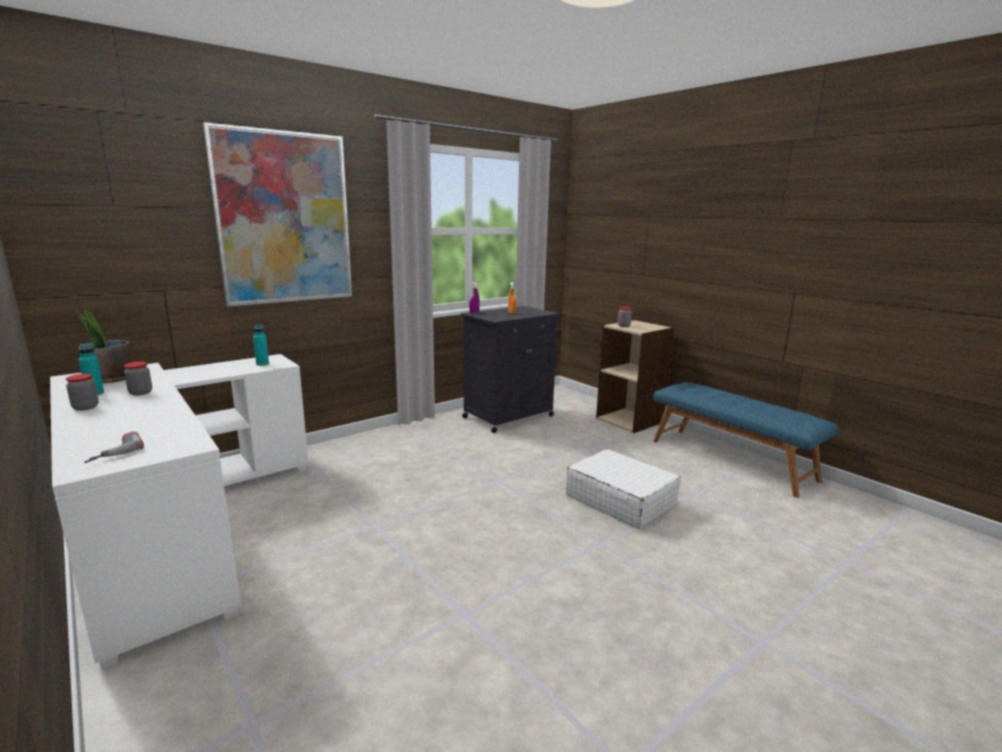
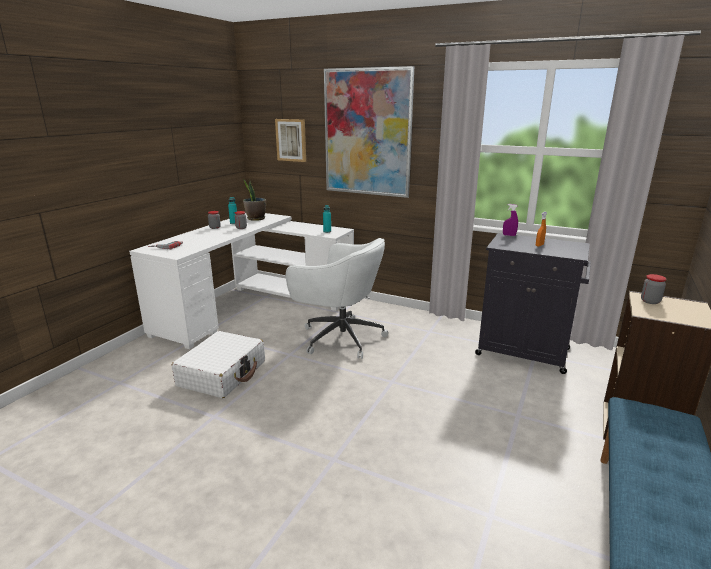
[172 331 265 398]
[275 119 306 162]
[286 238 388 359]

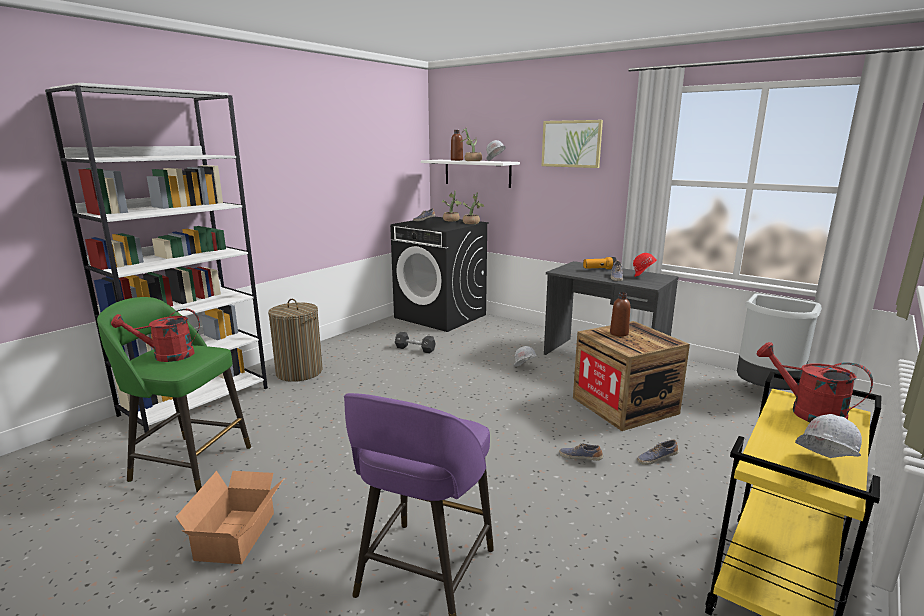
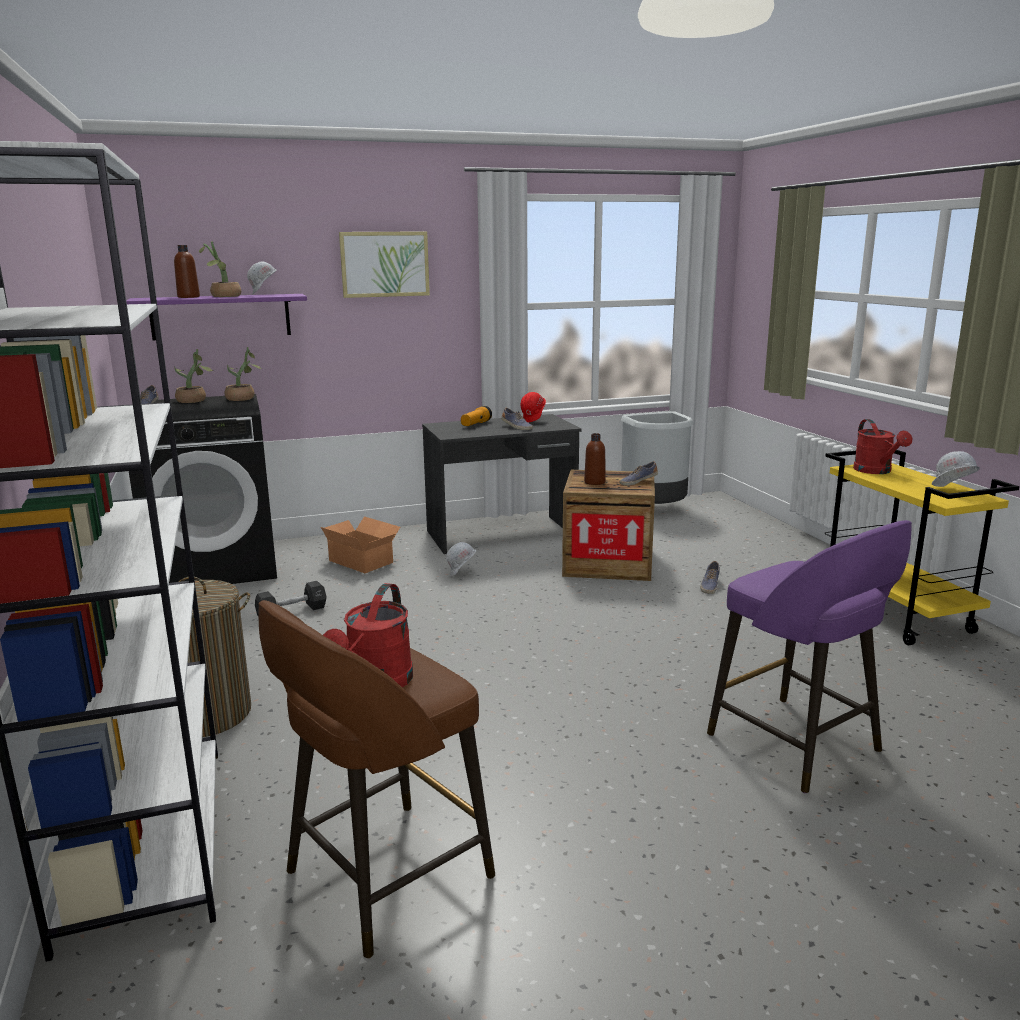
[126 294 307 340]
[258 600 495 958]
[853 419 912 474]
[620 461 658 486]
[321 516 400 573]

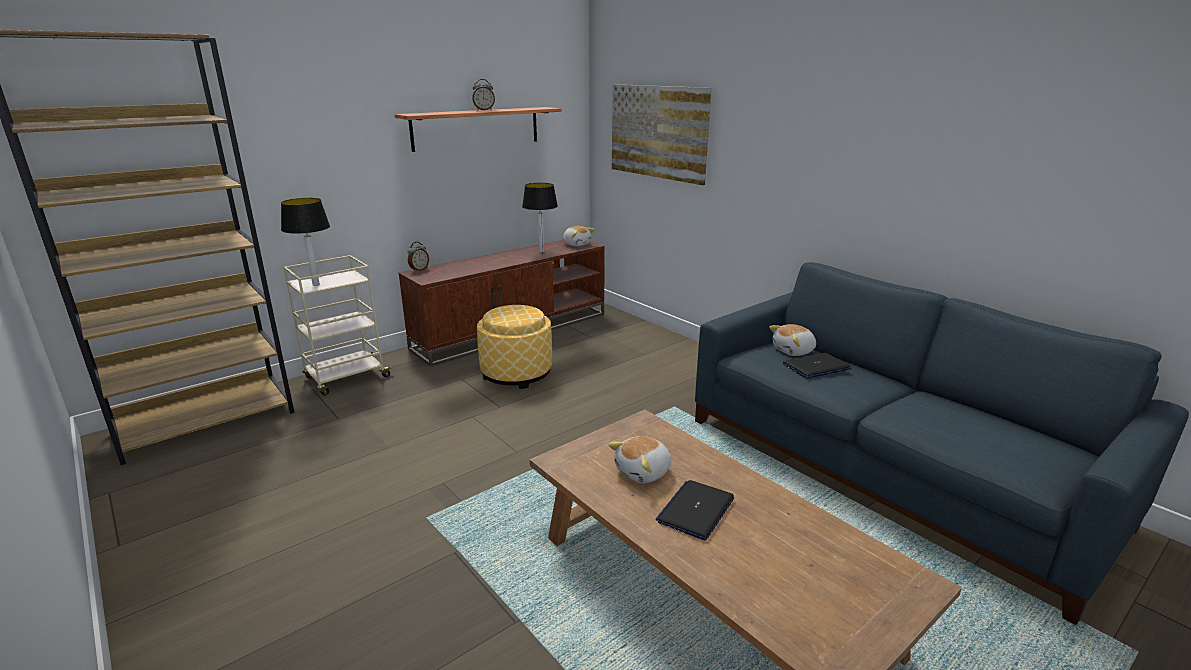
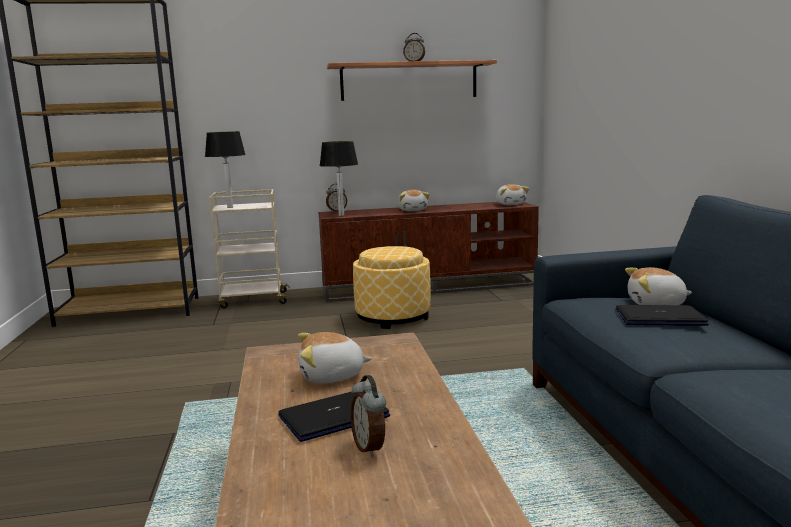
[612 84 711 185] (first image)
[320 141 358 216]
[397 190 429 211]
[351 375 386 458]

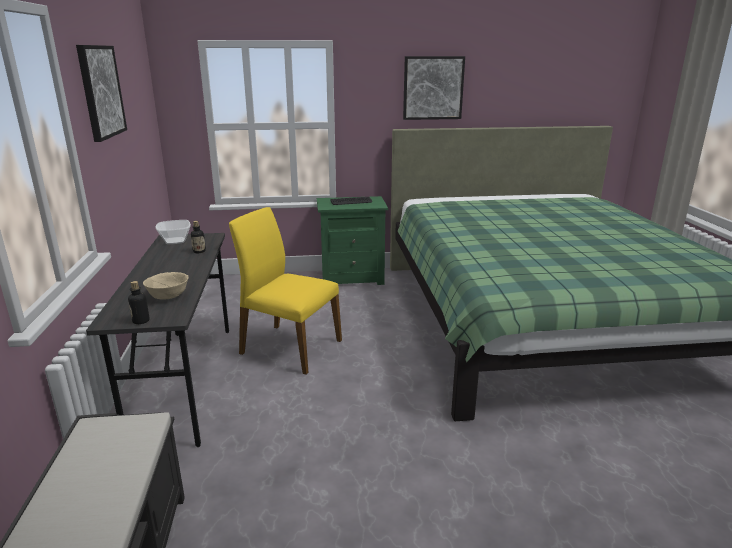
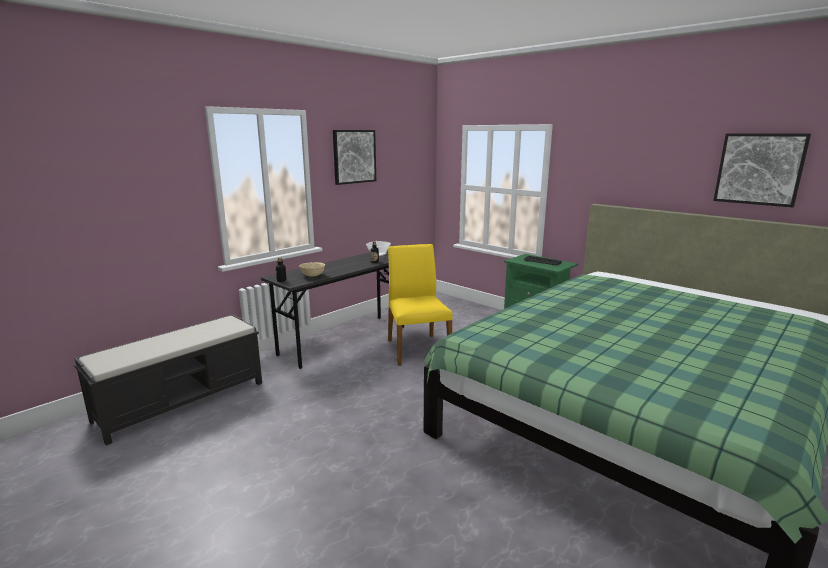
[713 133 811 207]

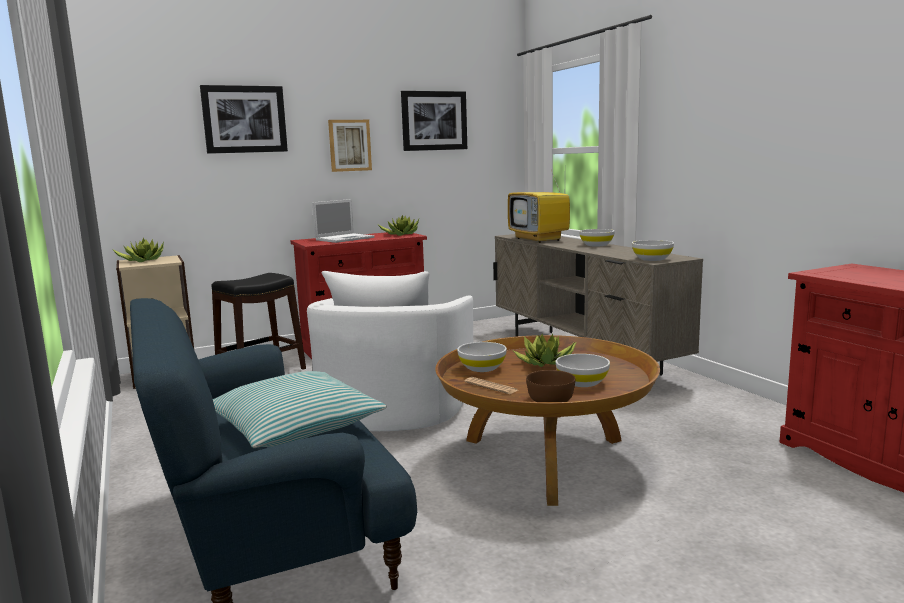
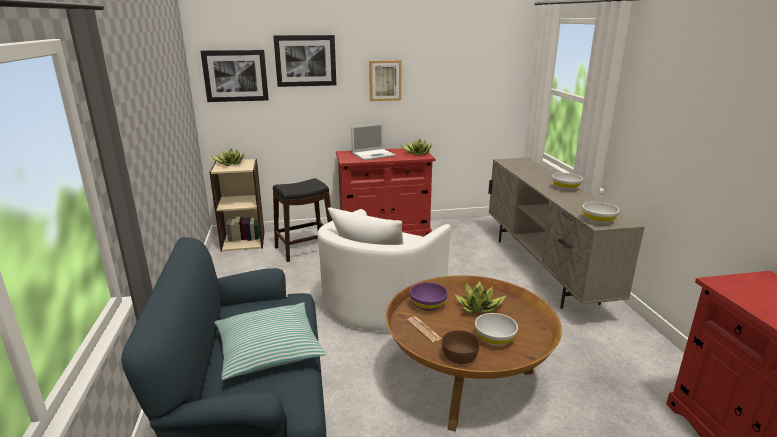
[201 50 269 102]
[508 165 570 243] (first image)
[410 282 448 311]

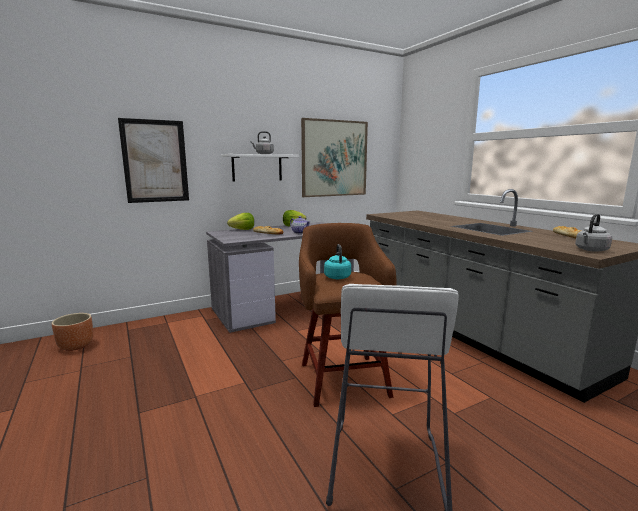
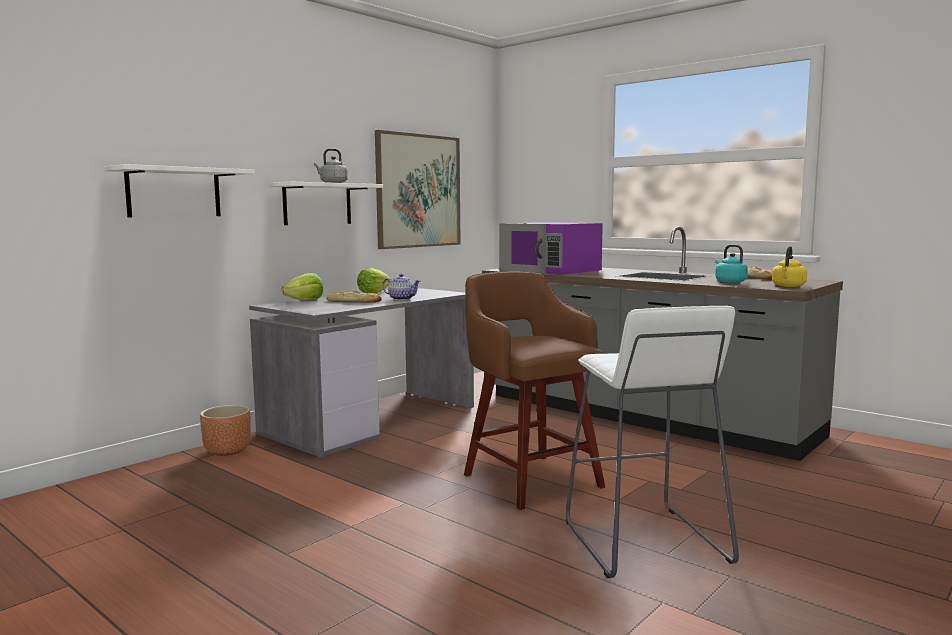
[104 164 255 217]
[772 246 807 287]
[715 244 748 283]
[200 405 251 456]
[499 222 603 274]

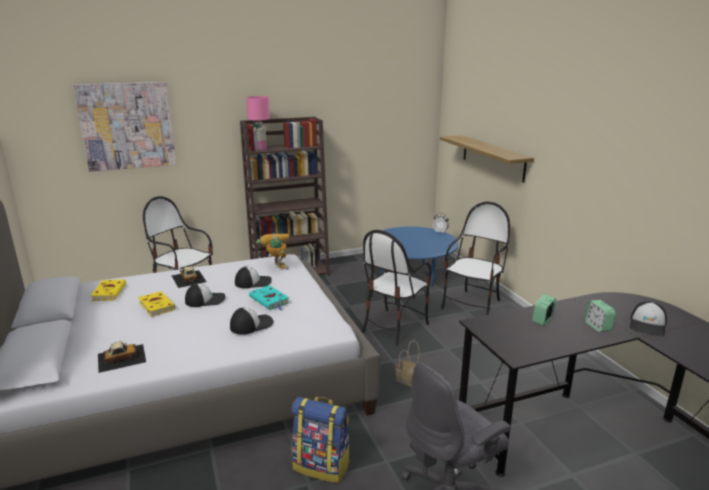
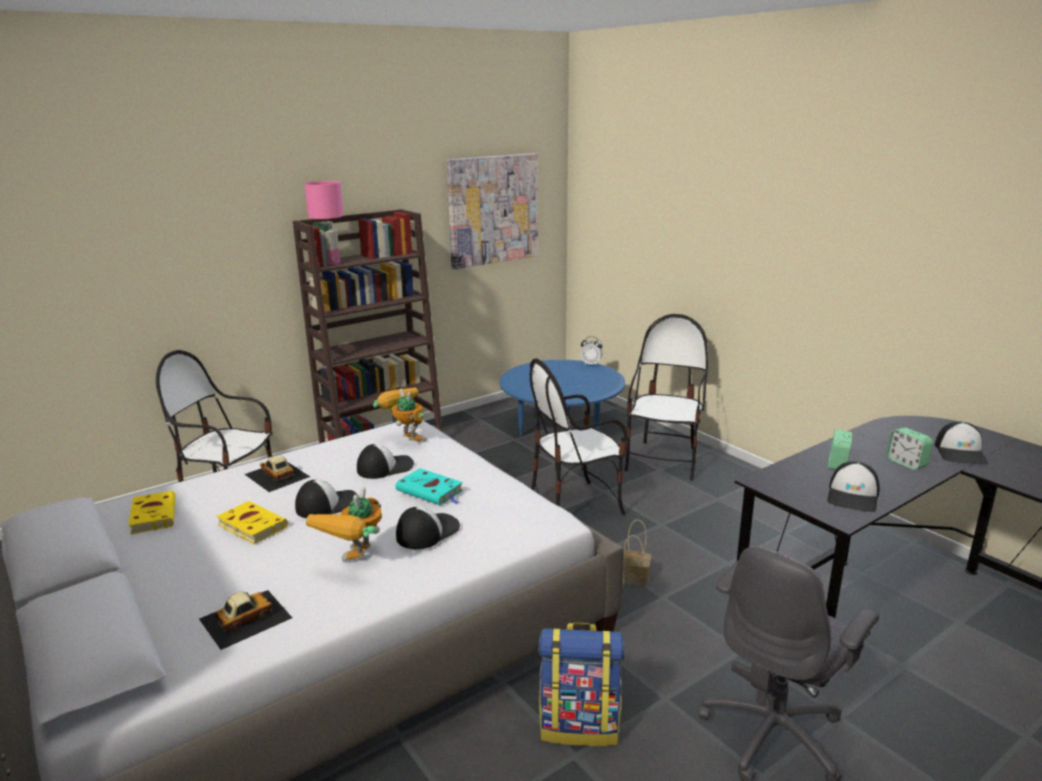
[447 153 538 269]
[440 135 534 183] (first image)
[530 358 628 515]
[827 461 880 512]
[306 486 382 562]

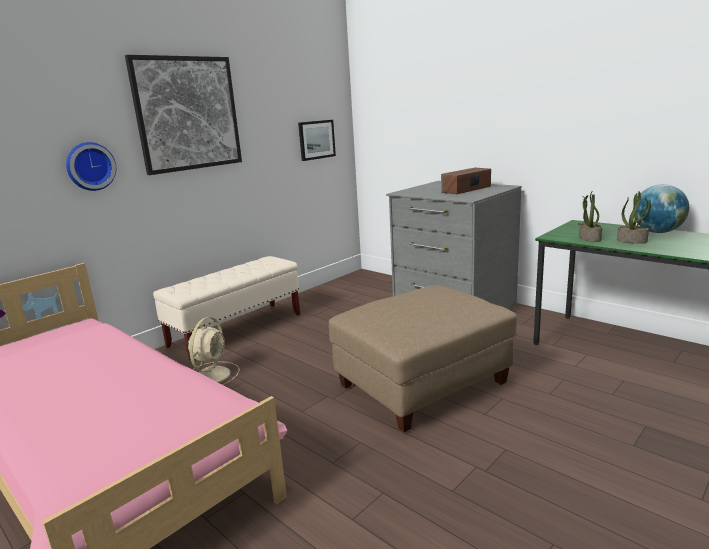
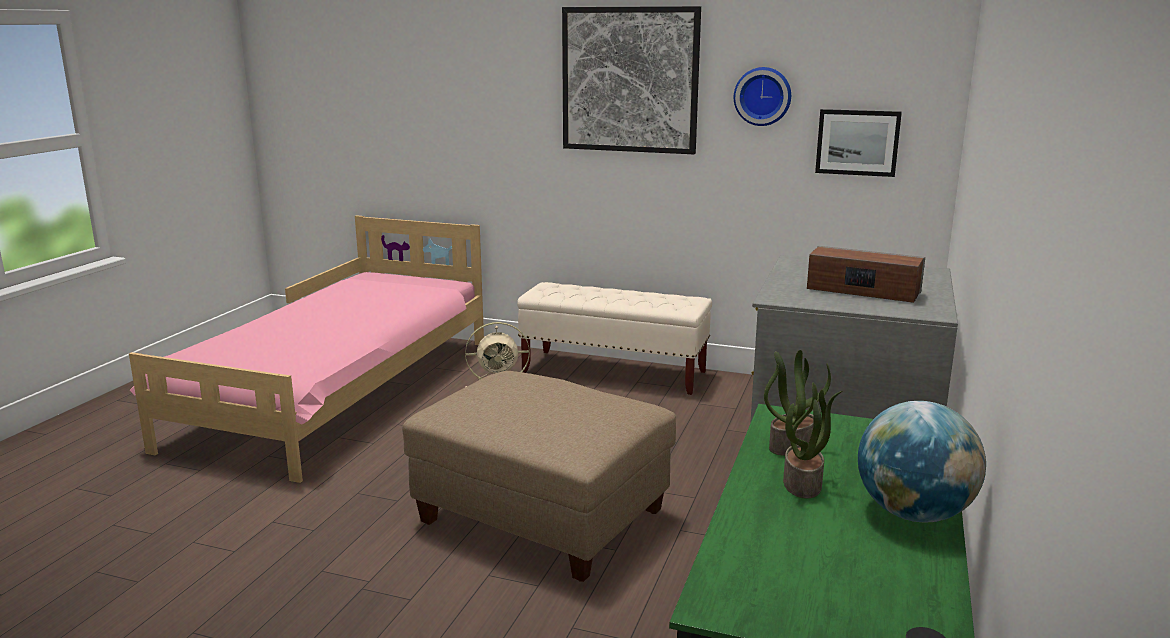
[734 67 791 126]

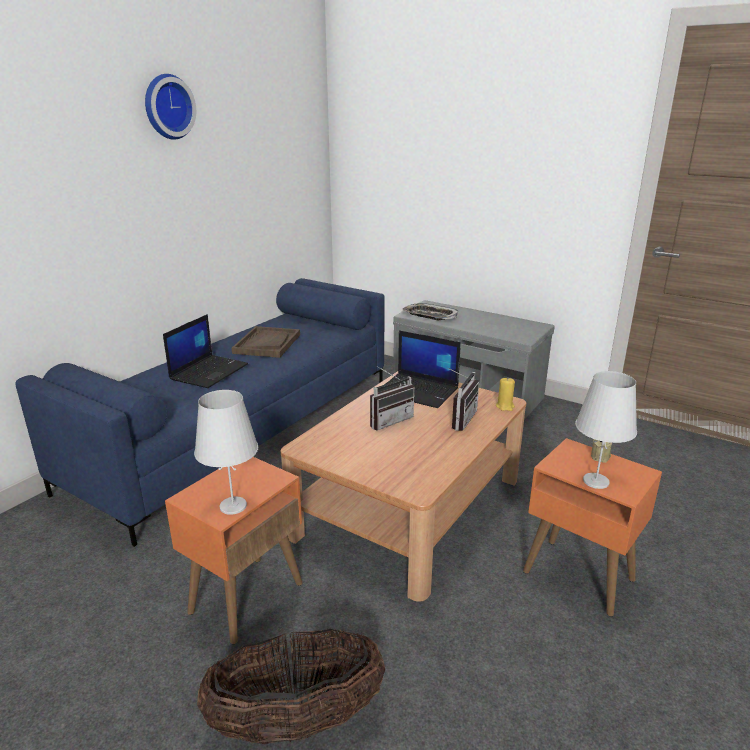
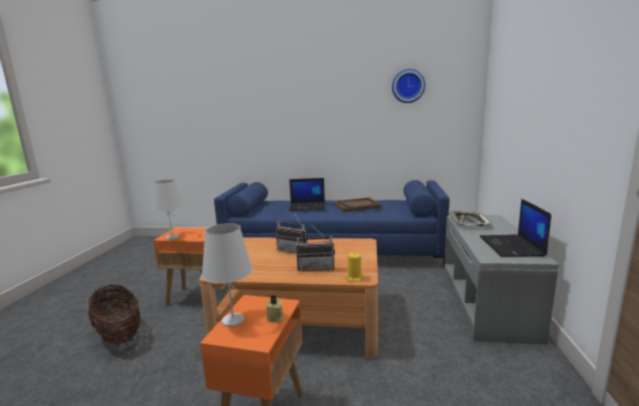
[392 69 425 103]
[480 199 551 257]

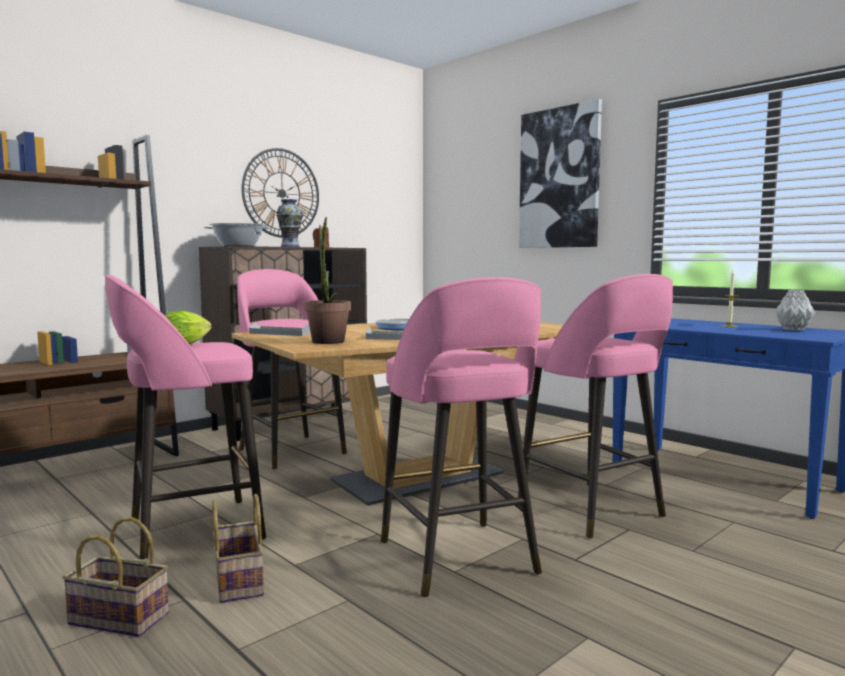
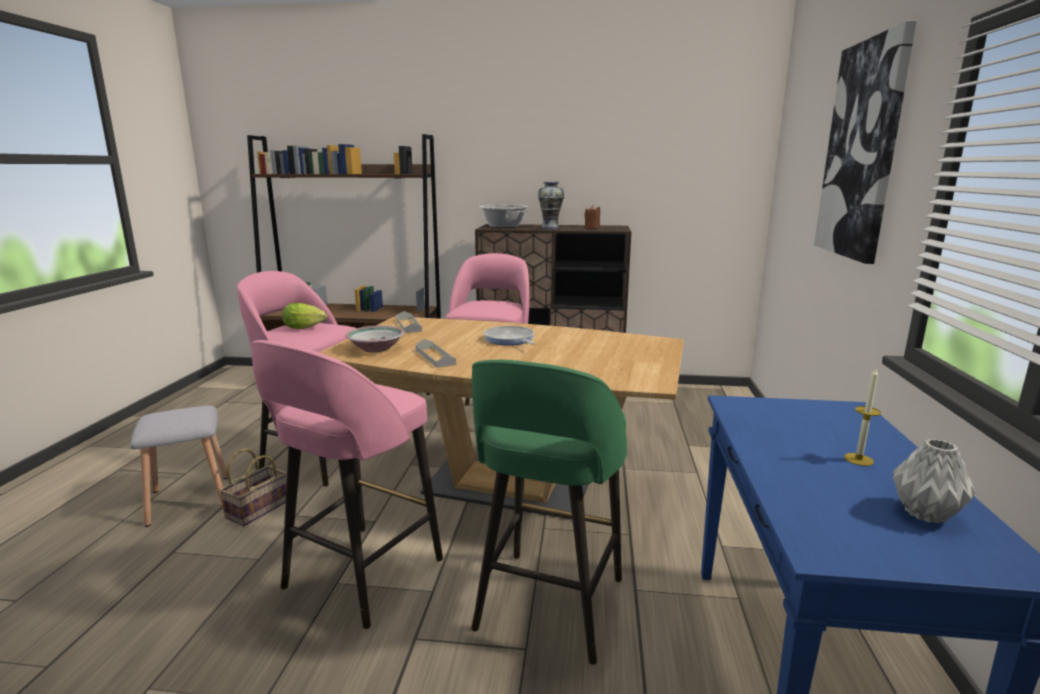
[242 148 319 238] (first image)
[346 326 405 353]
[471 360 627 665]
[130 406 228 527]

